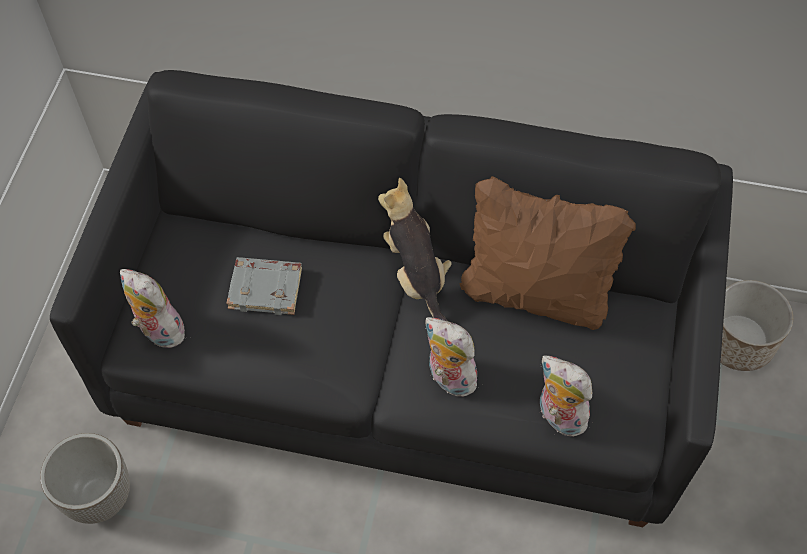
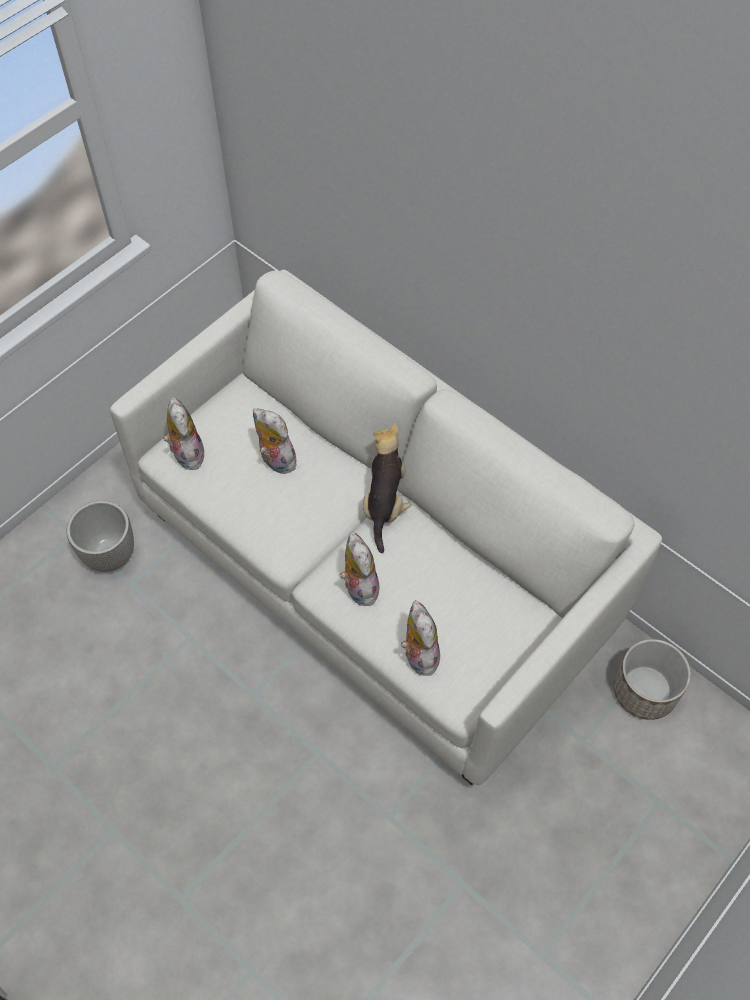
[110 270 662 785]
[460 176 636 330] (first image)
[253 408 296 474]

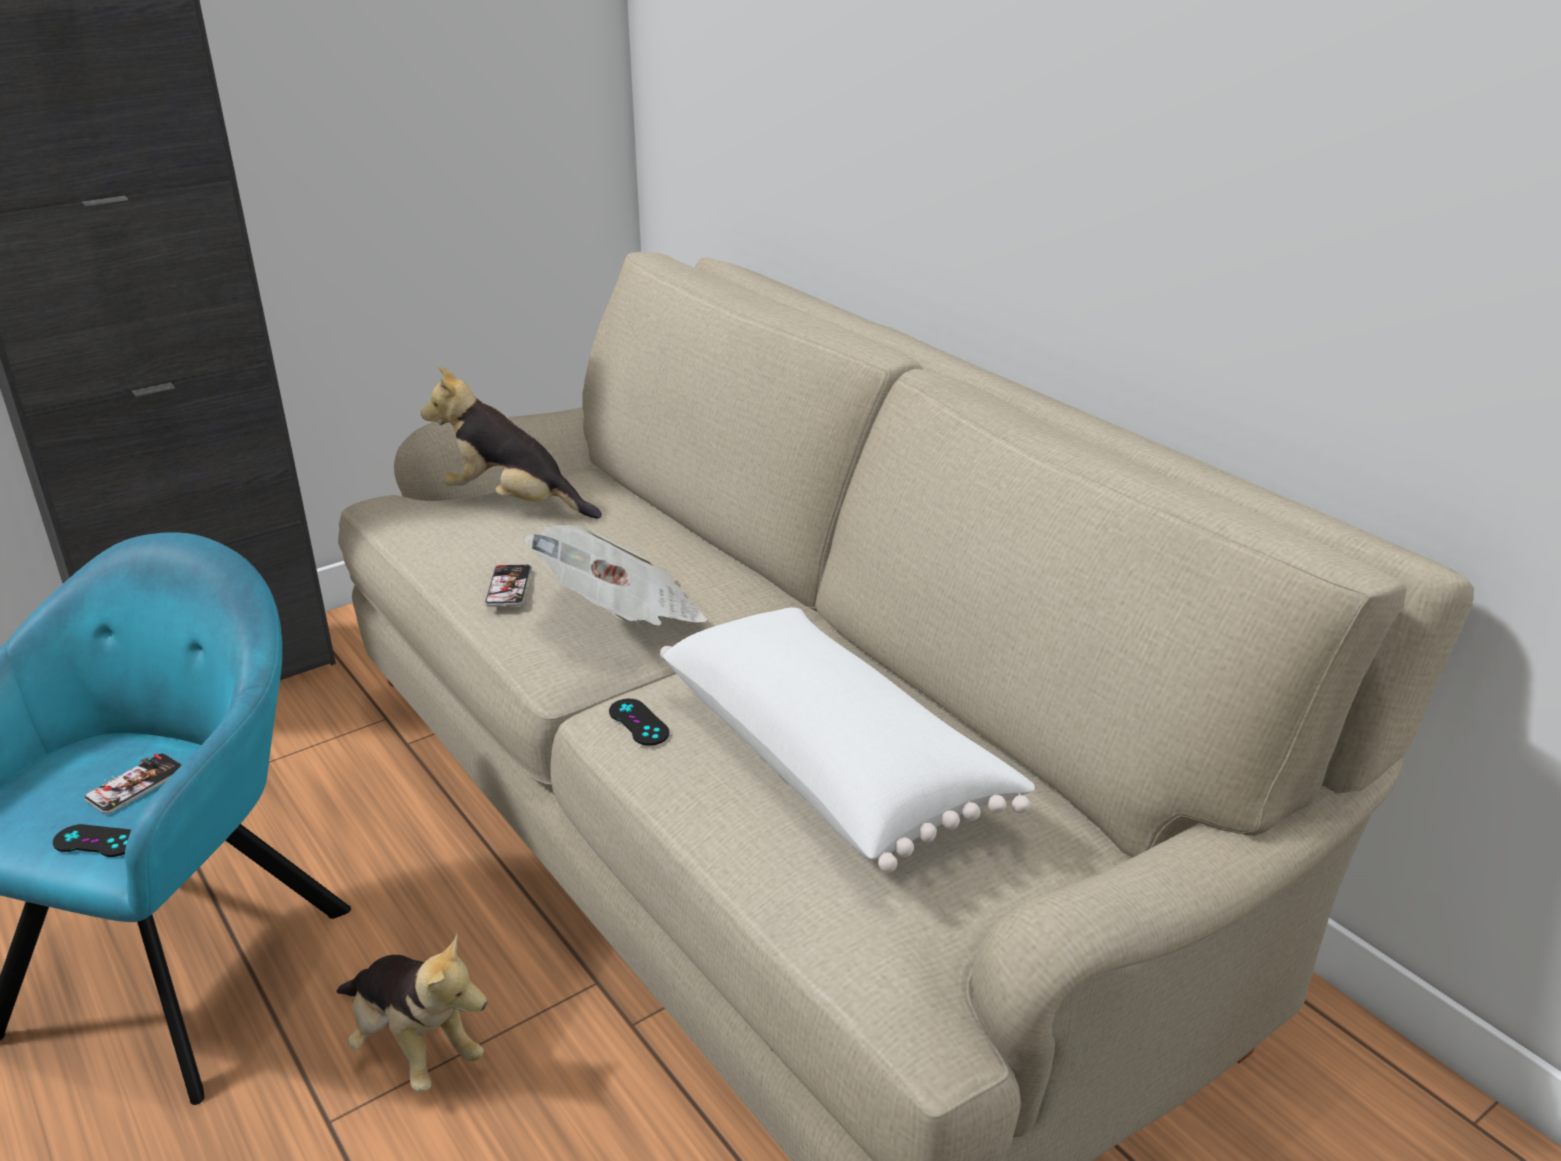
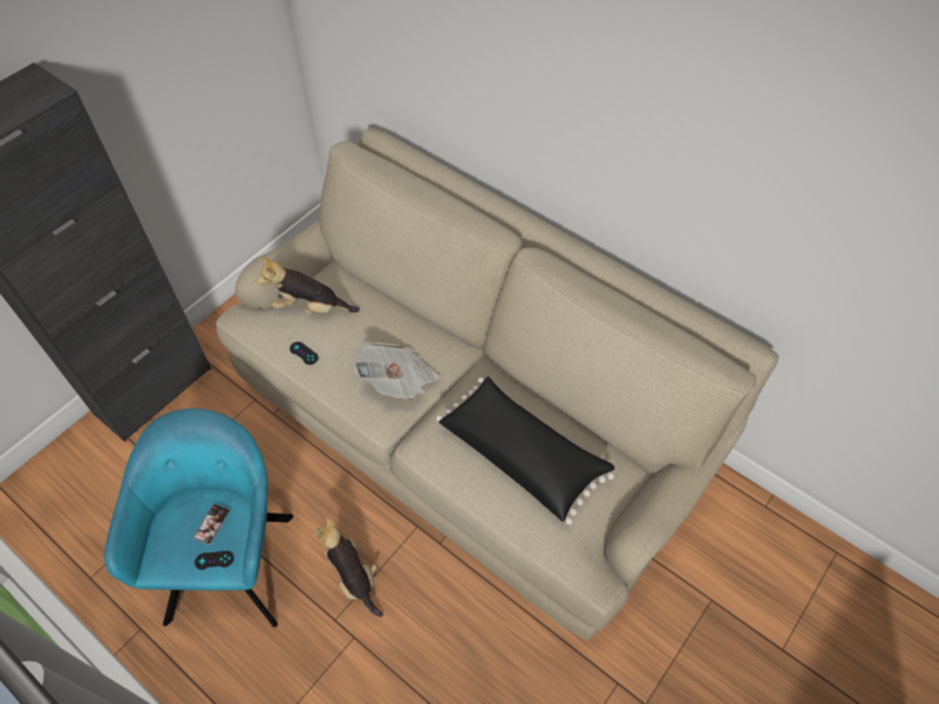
[485 564 532 607] (first image)
[436 377 615 525]
[290 342 318 365]
[315 518 383 617]

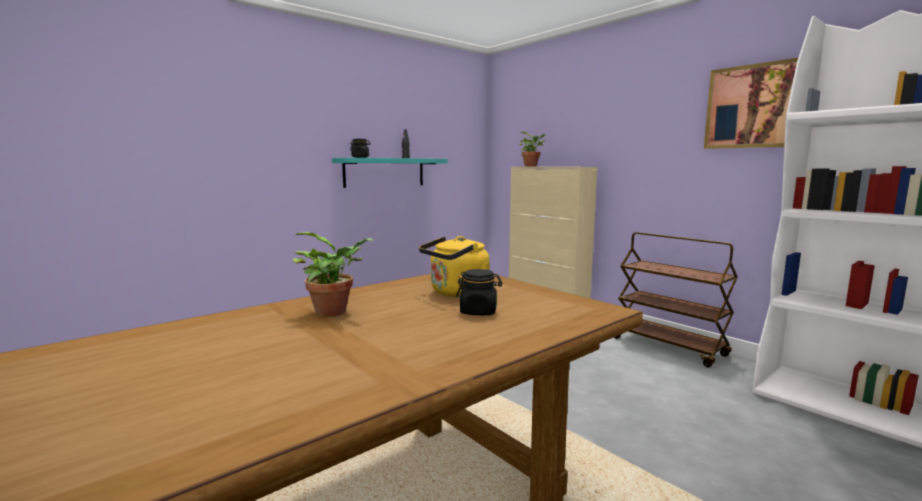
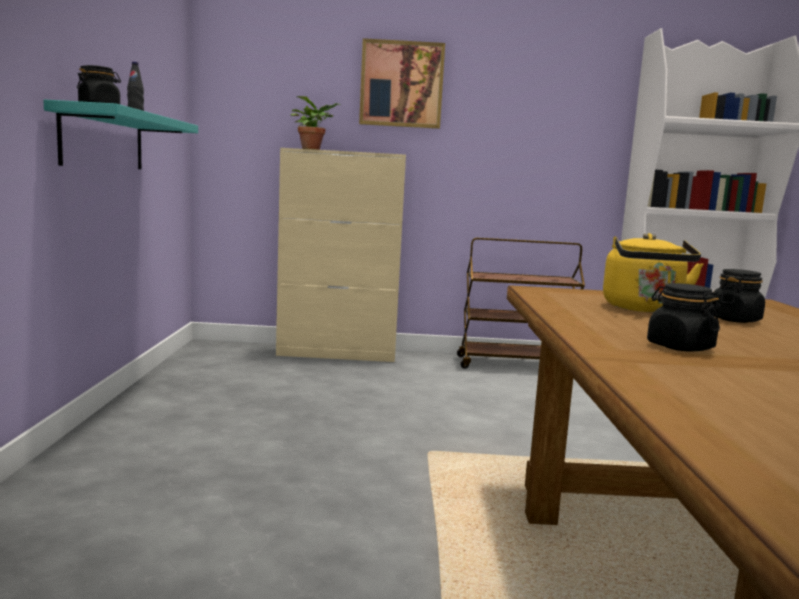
[359 38 445 129]
[647 283 721 352]

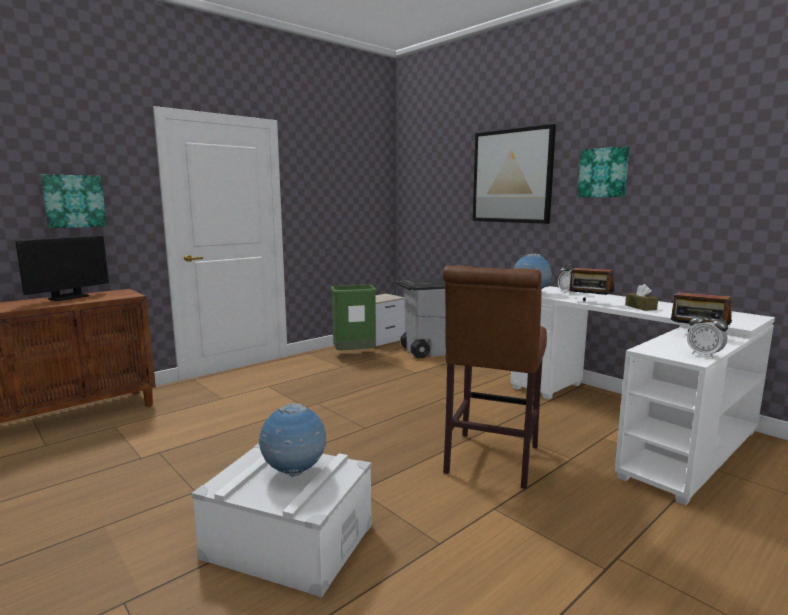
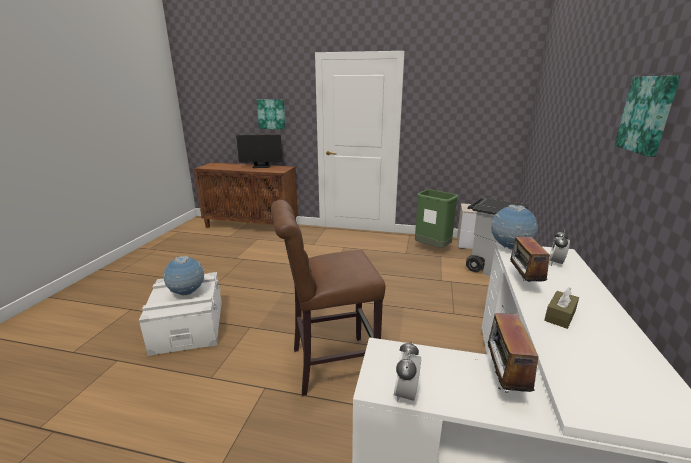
[473 124 556 224] (first image)

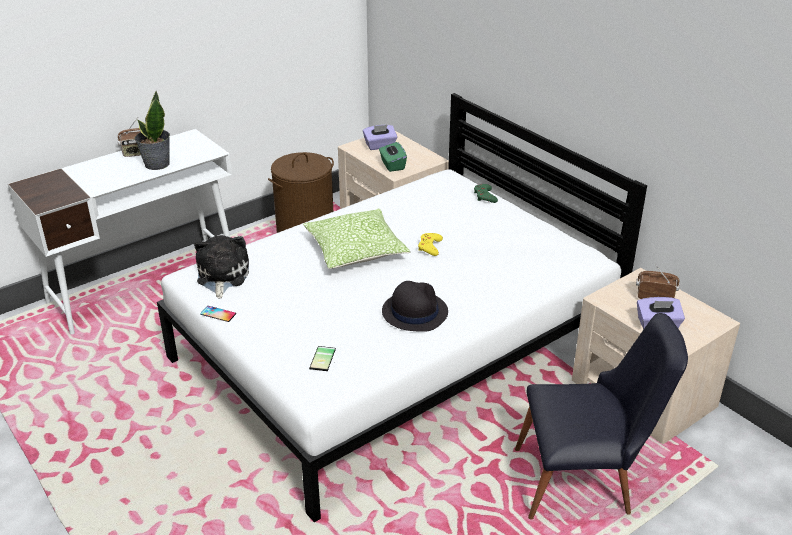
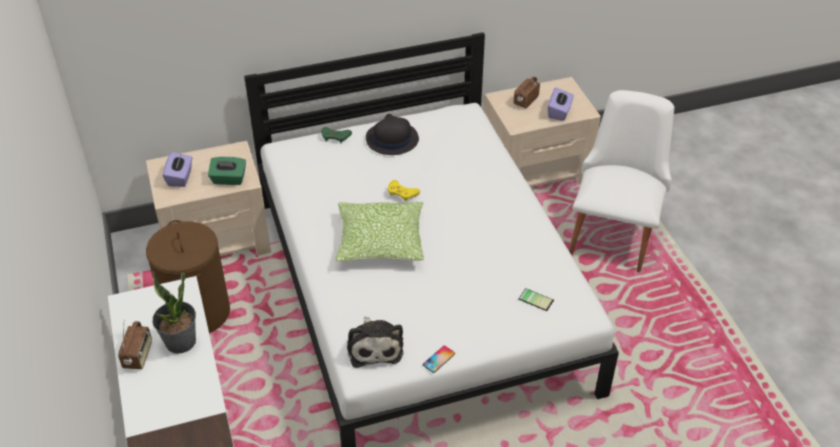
[347 317 403 368]
[366 114 419 155]
[569 90 674 272]

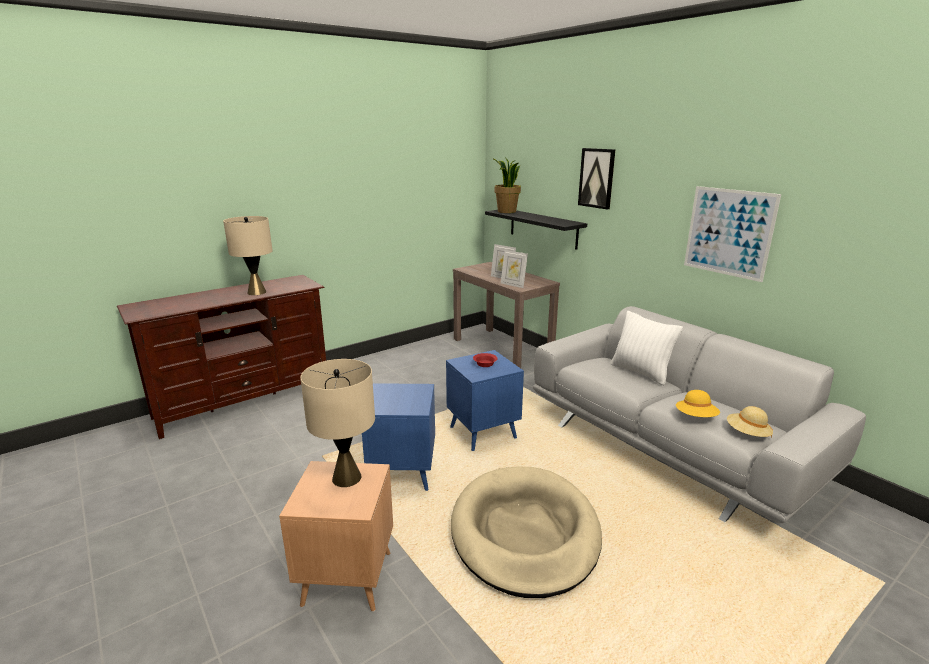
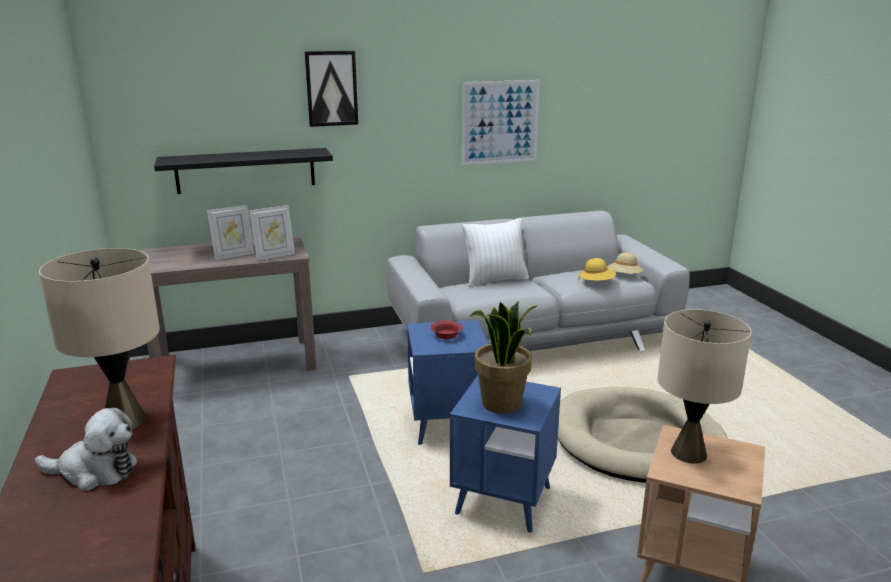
[469 301 538 414]
[35 408 138 491]

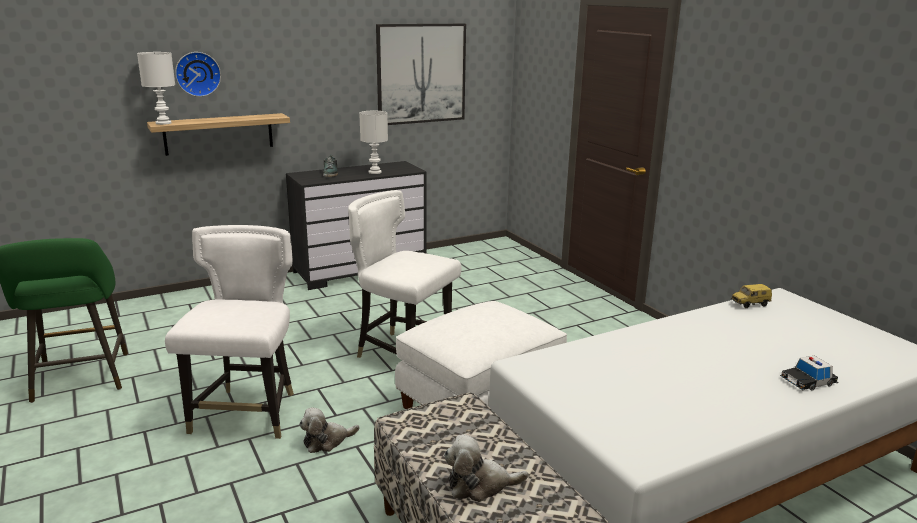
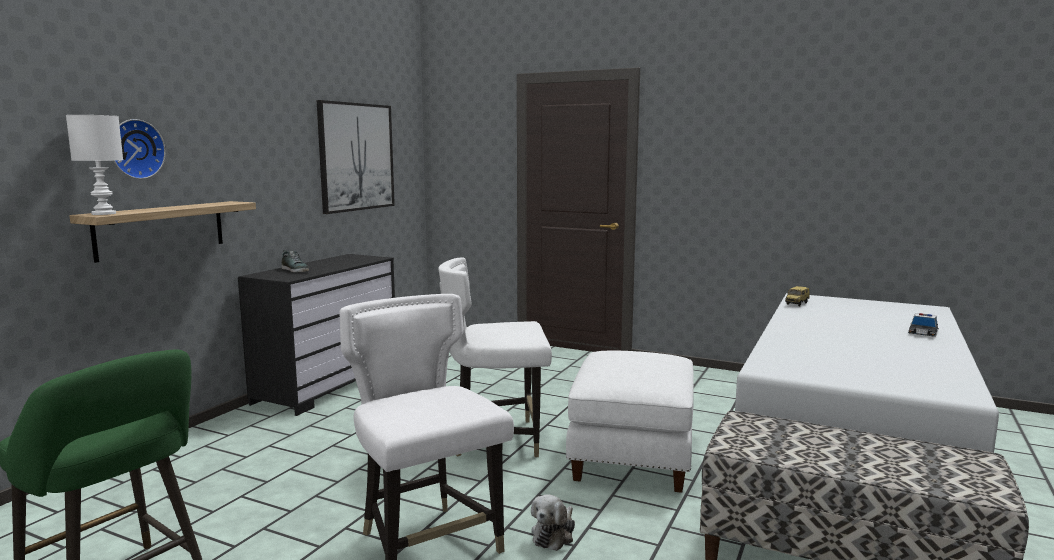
[359 111 388 174] (first image)
[444 434 528 502] (first image)

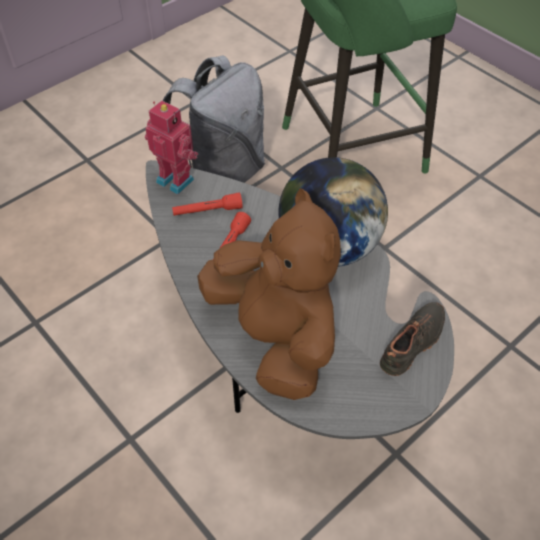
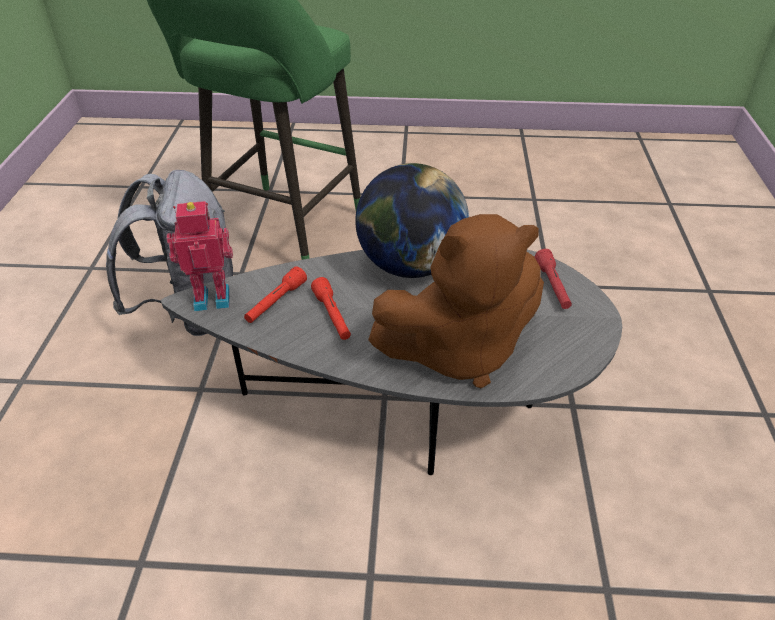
[368 214 544 388]
[535 249 572 309]

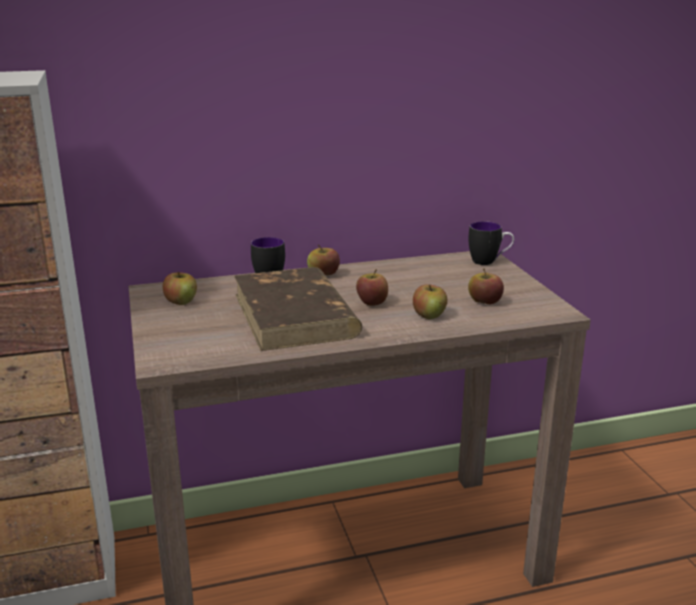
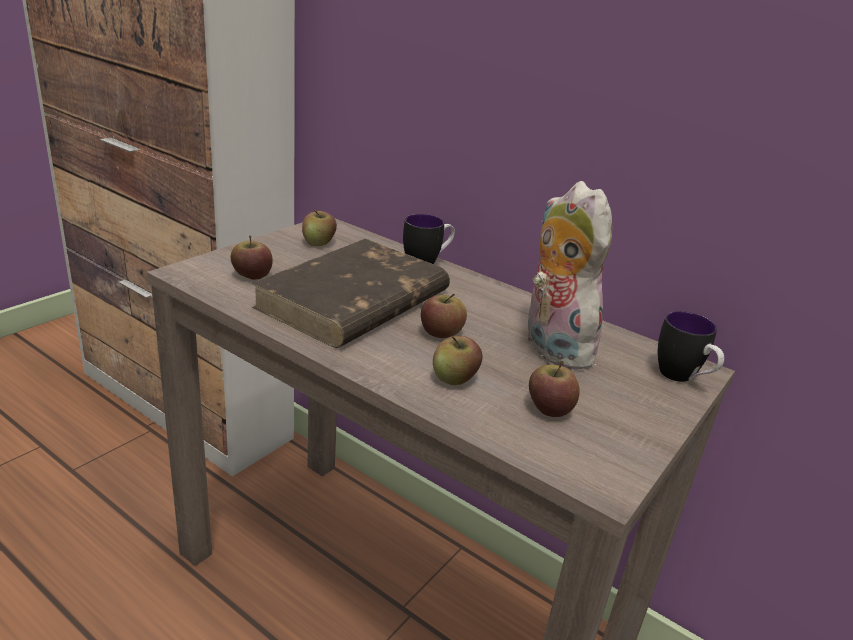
[231 236 273 280]
[525 181 612 370]

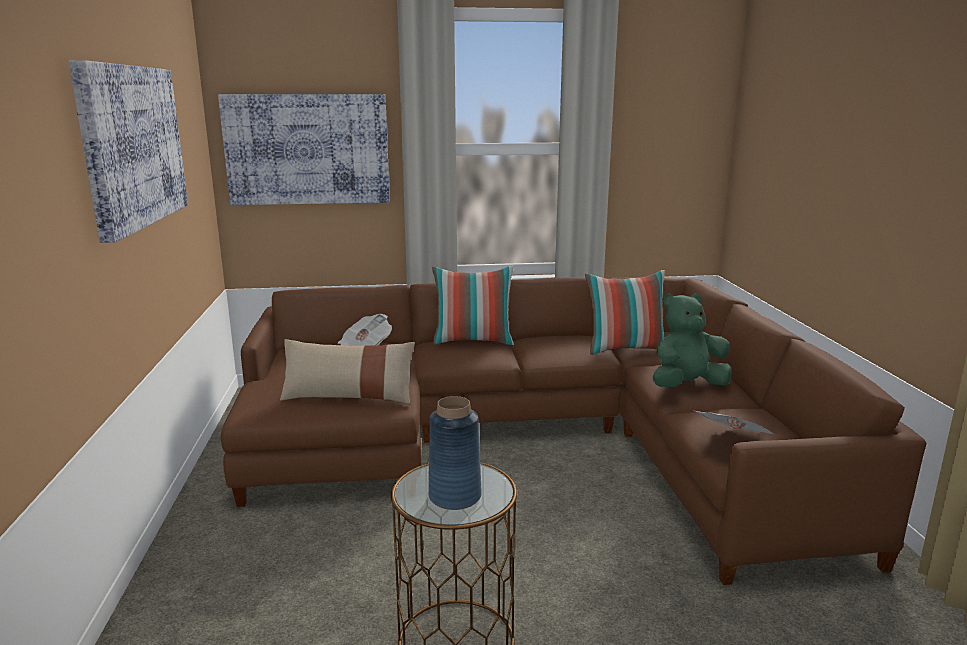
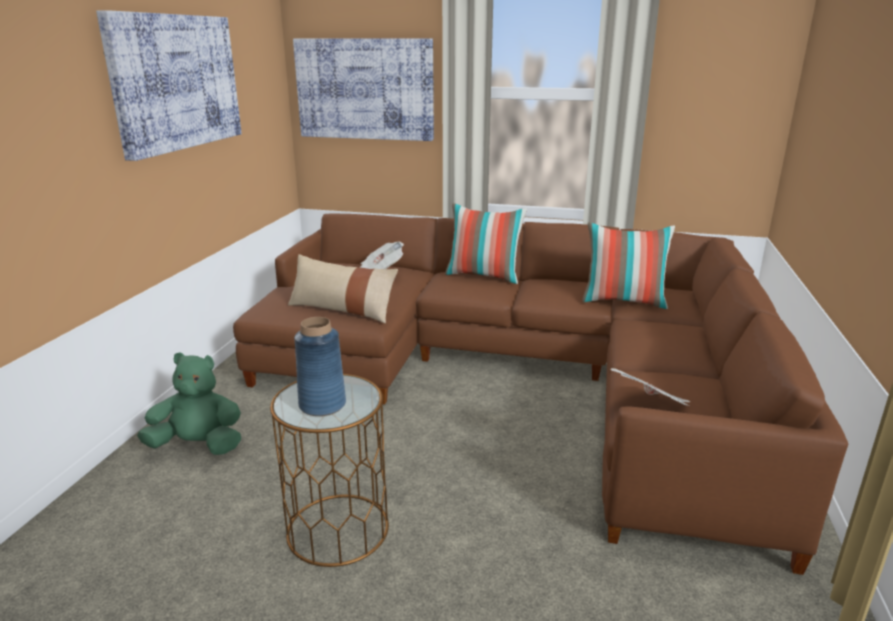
[137 352 241 455]

